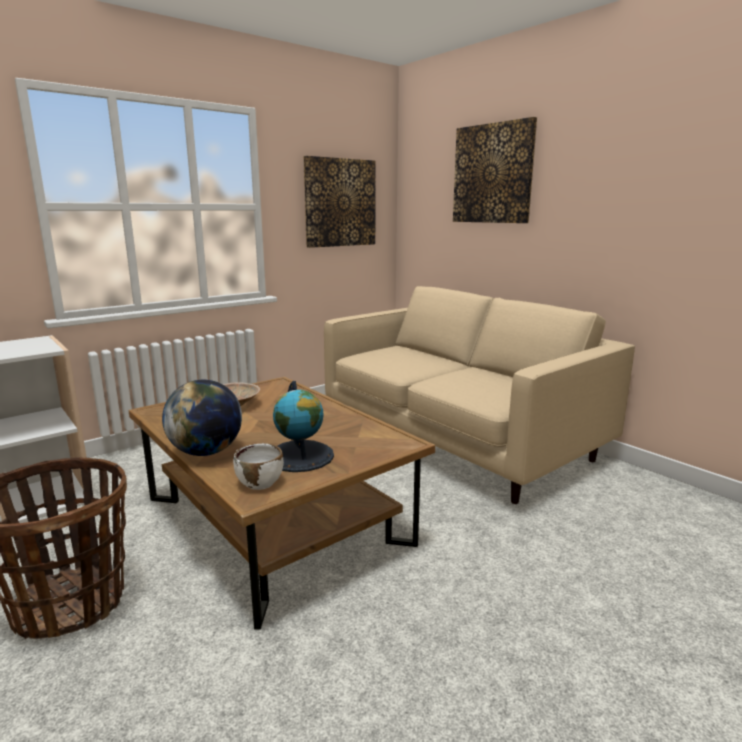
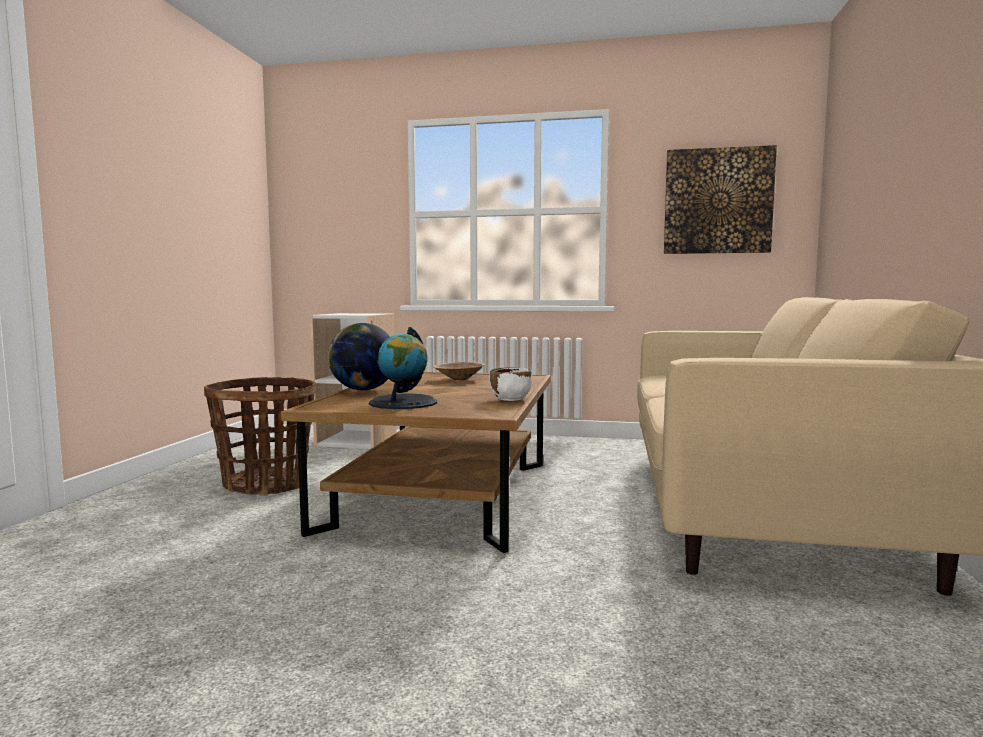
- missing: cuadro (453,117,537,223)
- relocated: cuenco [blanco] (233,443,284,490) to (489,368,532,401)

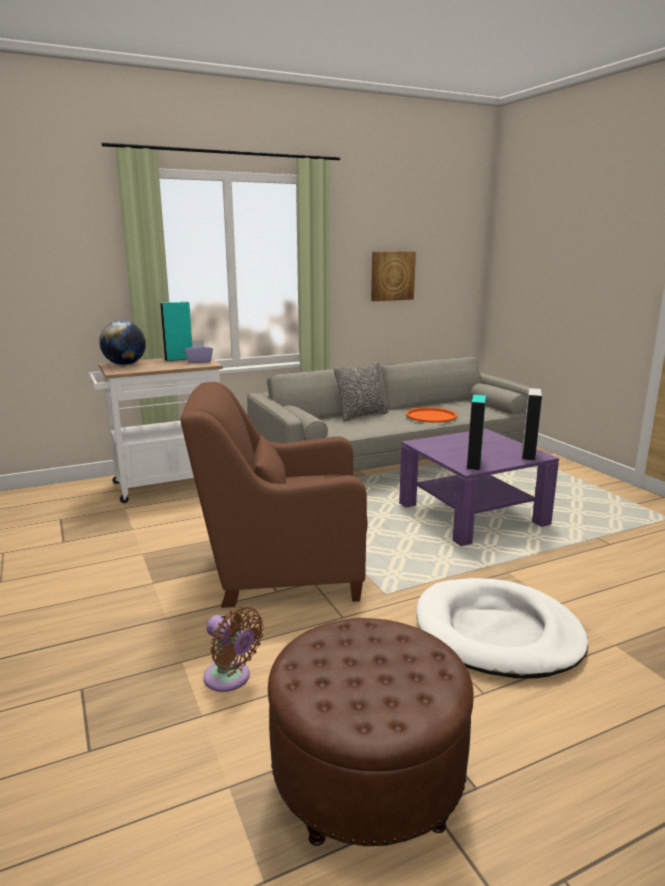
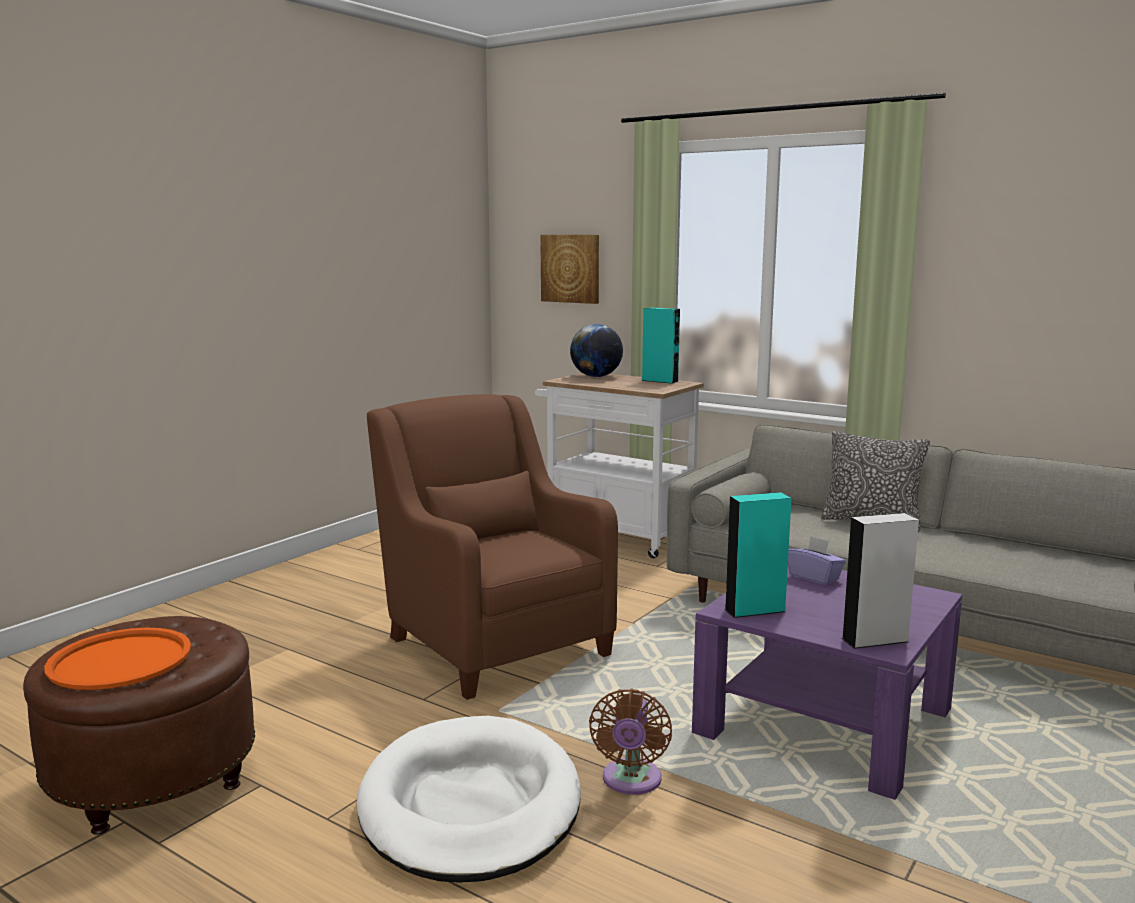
- relocated: caja de pañuelos [morado] (185,340,213,363) to (788,536,846,585)
- relocated: ventilador [marrón] (203,607,264,692) to (589,689,672,795)
- relocated: cuadro (371,251,416,301) to (540,235,599,304)
- relocated: bandeja [naranja] (406,407,458,423) to (44,628,191,690)

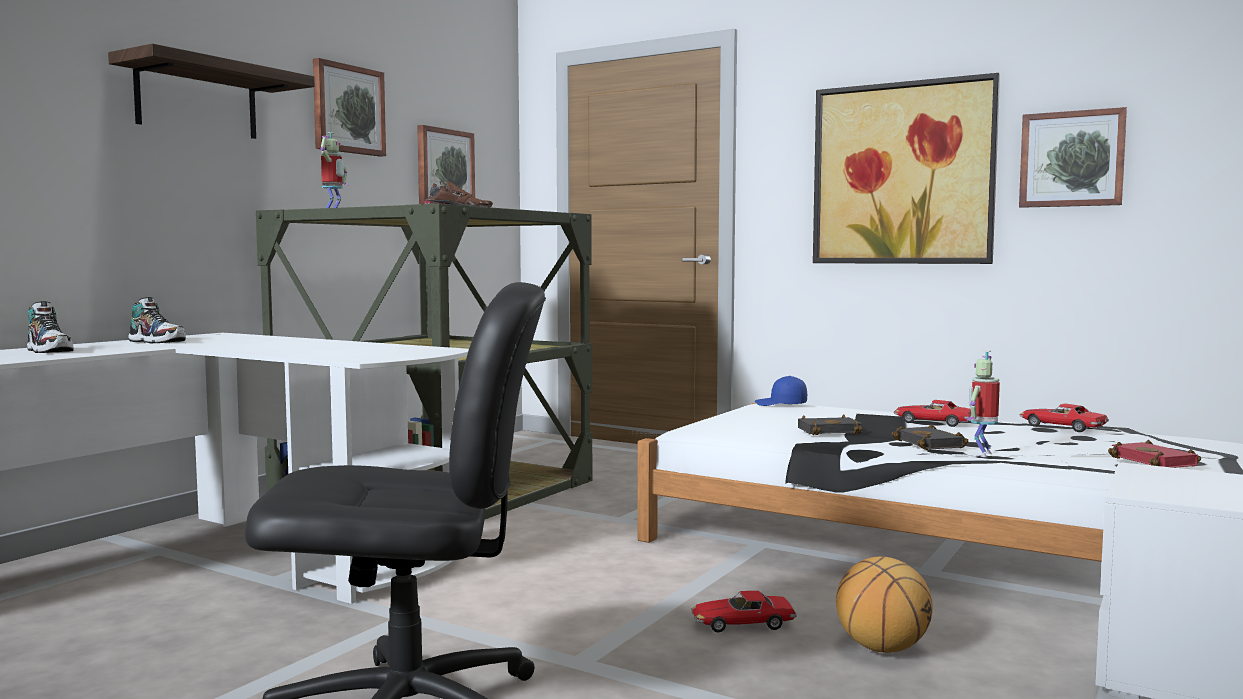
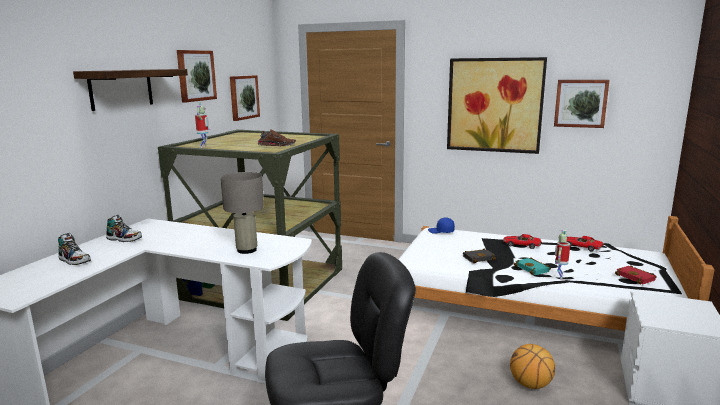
- missing: coche de juguete (691,591,797,633)
- appeared: lámpara de mesa [gris] (221,172,264,254)
- colour: libro [negro] (892,424,968,450) to libro [turquesa] (514,257,551,275)

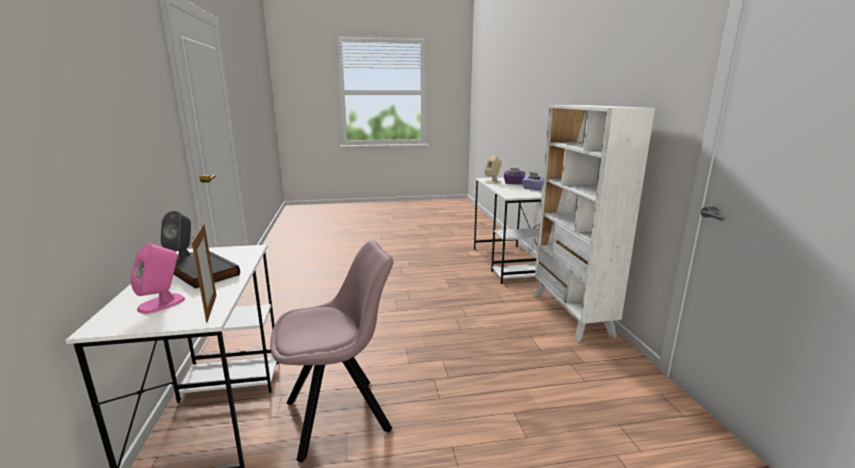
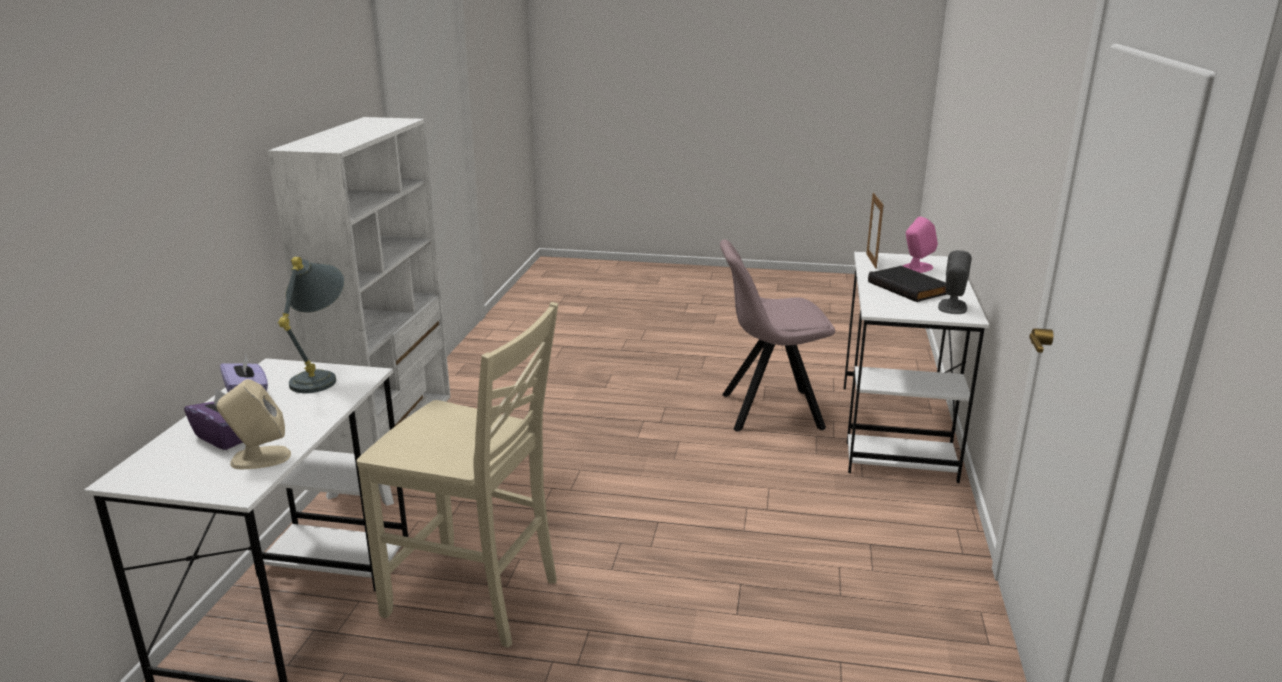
- appeared: lámpara de mesa [gris] (277,257,344,393)
- appeared: silla [beis] (357,302,558,648)

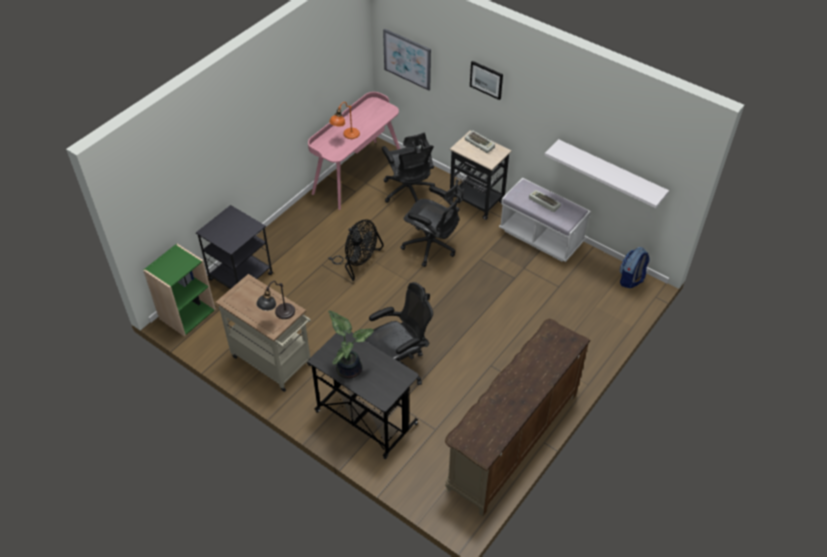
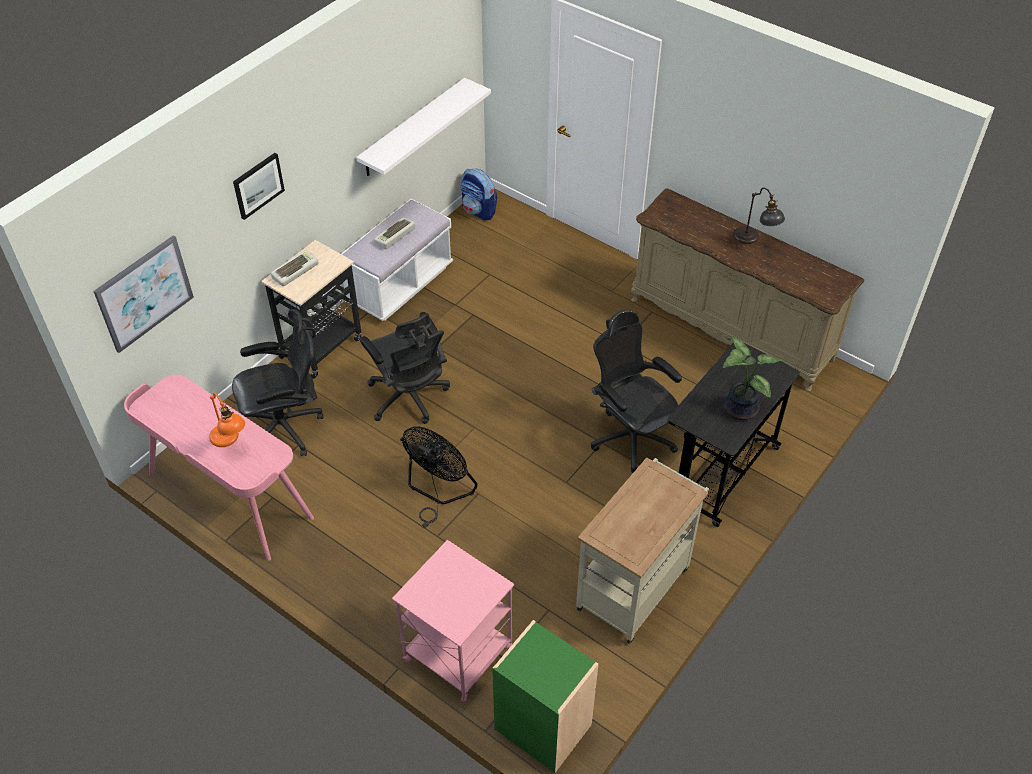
- relocated: lámpara de mesa [gris] (256,281,295,319) to (733,188,785,244)
- colour: carrito [negro] (196,205,273,289) to carrito [rosa] (392,540,514,702)
- spun: silla de oficina (400,179,465,267) = (360,312,450,424) 120 degrees clockwise

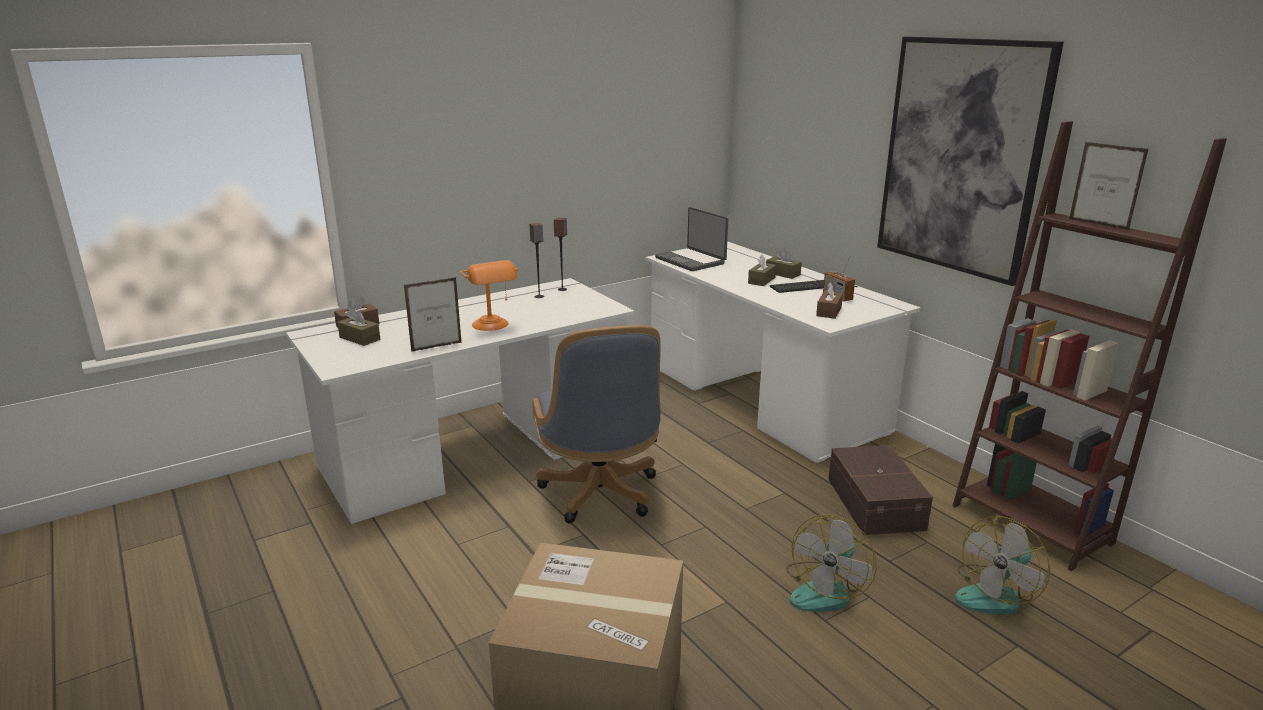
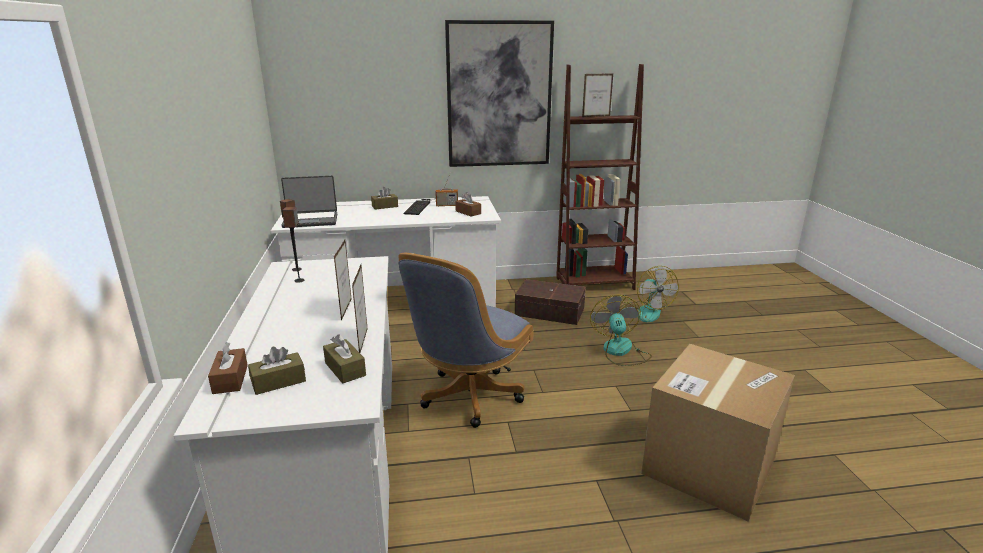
- relocated: caja de pañuelos [marrón] (748,254,776,286) to (323,334,366,383)
- exchanged: lámpara de mesa [naranja] (460,260,519,331) to portarretratos (334,240,352,321)
- spun: silla de oficina [azul] (532,325,661,524) = (398,253,533,428) 105 degrees clockwise
- spun: ventilador (786,514,877,612) = (590,295,652,366) 150 degrees counterclockwise

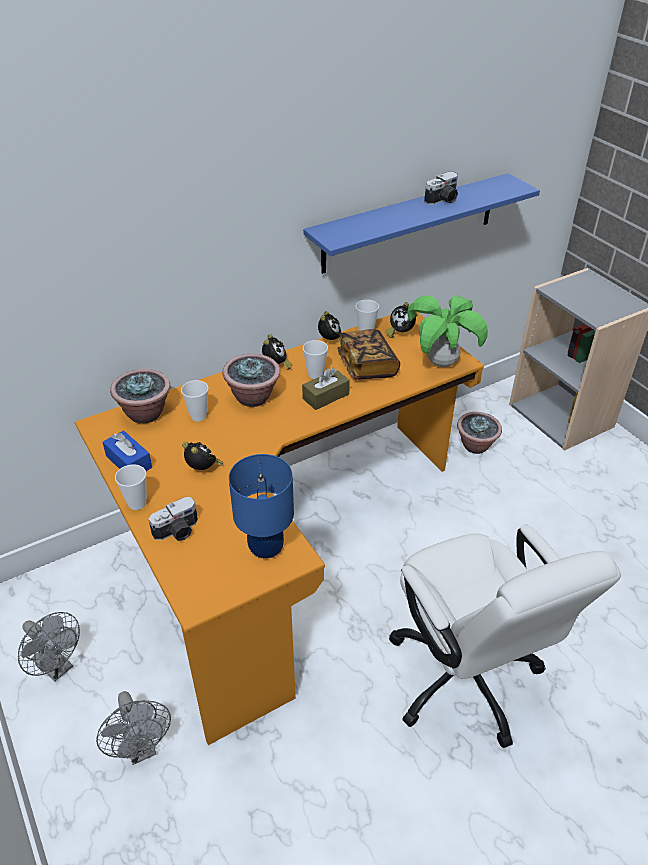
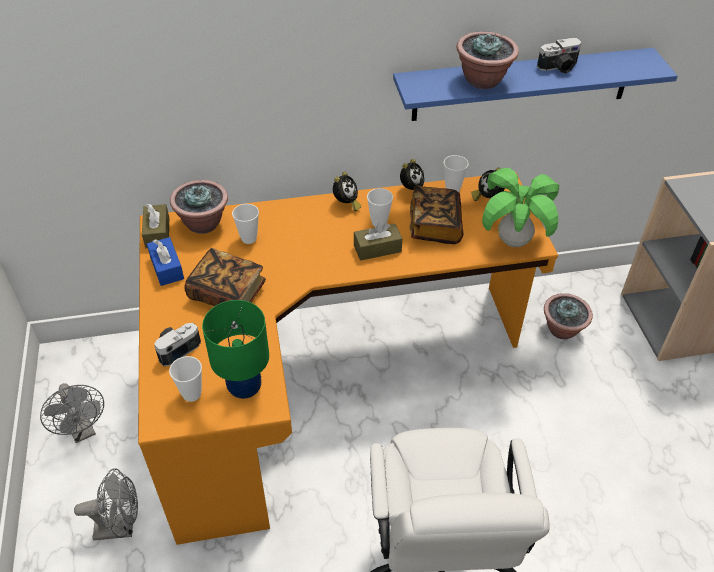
- appeared: caja de pañuelos [marrón] (142,204,169,248)
- relocated: taza (115,464,147,510) to (169,356,202,402)
- relocated: planta en maceta (222,354,280,407) to (457,31,519,89)
- exchanged: despertador (182,442,223,470) to libro (184,248,266,306)
- colour: lámpara de mesa [azul] (229,454,294,559) to lámpara de mesa [verde] (202,300,269,399)
- spun: ventilador [gris] (96,691,171,765) = (74,468,138,541) 90 degrees counterclockwise
- spun: cámara (148,497,198,541) = (154,323,201,366) 150 degrees clockwise

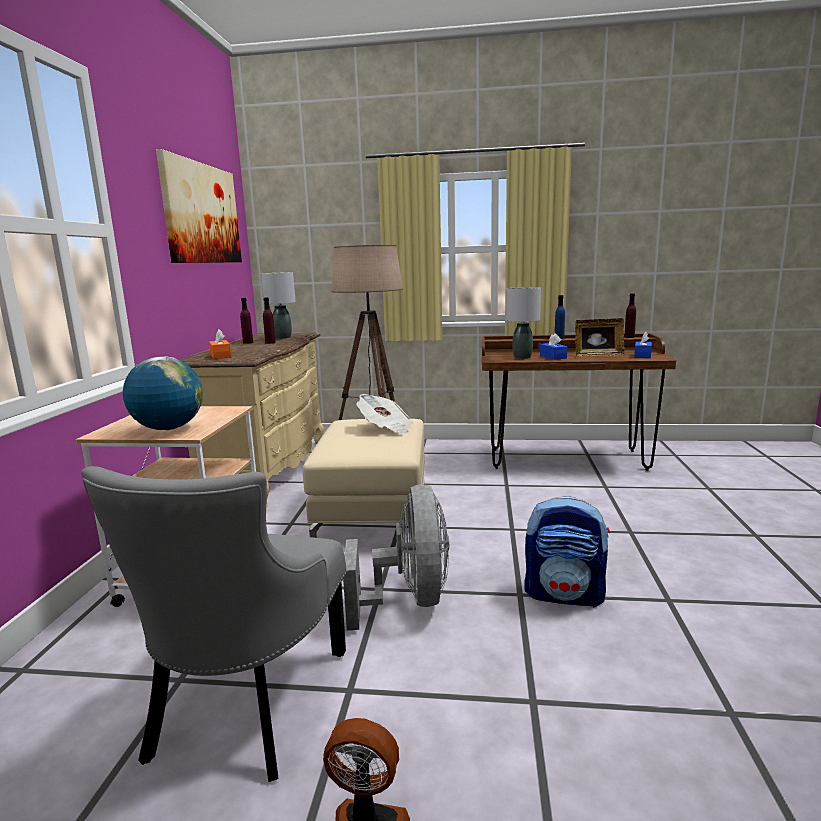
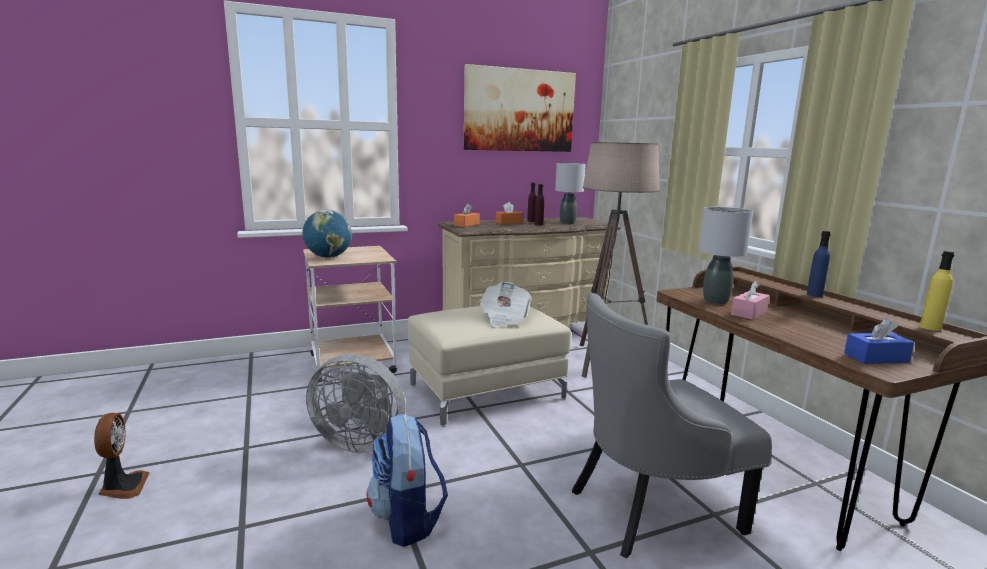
- missing: portarretratos (575,318,625,356)
- appeared: caja de pañuelos [naranja] (496,202,523,224)
- relocated: silla [gris] (81,466,347,782) to (572,293,772,559)
- colour: caja de pañuelos [azul] (540,333,567,360) to caja de pañuelos [rosa] (731,280,770,320)
- colour: botella [morado] (624,294,636,338) to botella [amarillo] (920,251,955,331)
- spun: ventilador [gris] (343,484,449,630) = (306,354,406,453) 45 degrees clockwise

